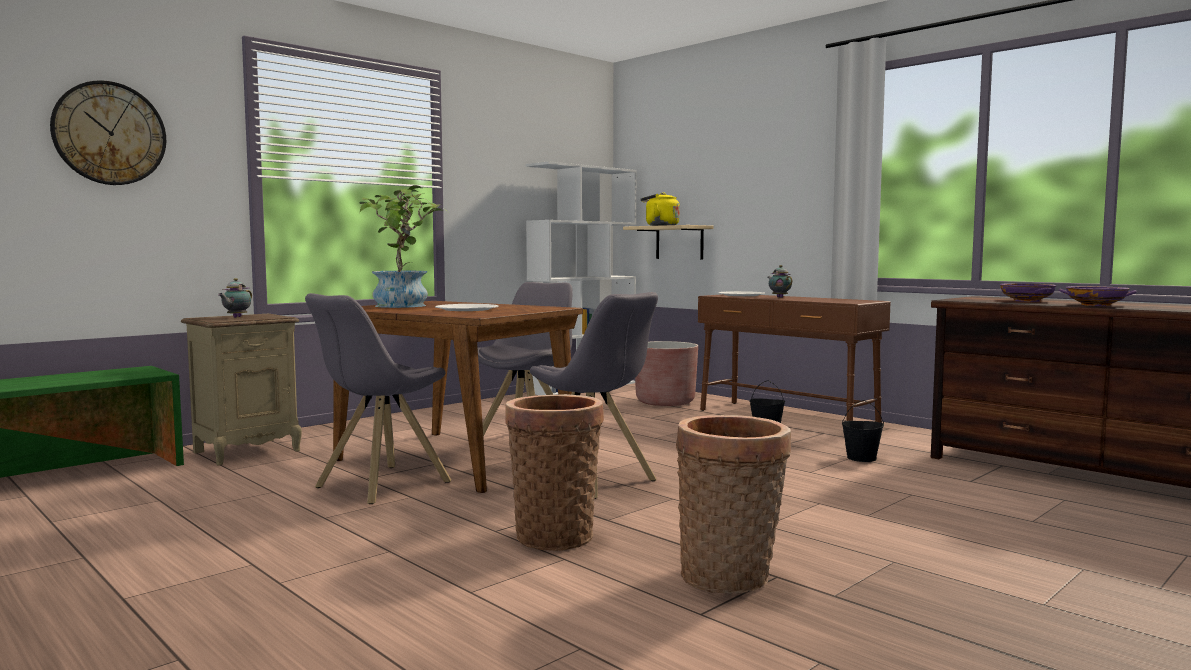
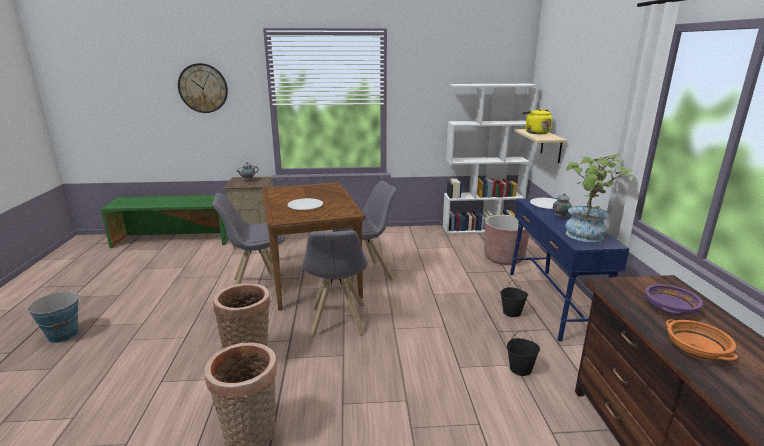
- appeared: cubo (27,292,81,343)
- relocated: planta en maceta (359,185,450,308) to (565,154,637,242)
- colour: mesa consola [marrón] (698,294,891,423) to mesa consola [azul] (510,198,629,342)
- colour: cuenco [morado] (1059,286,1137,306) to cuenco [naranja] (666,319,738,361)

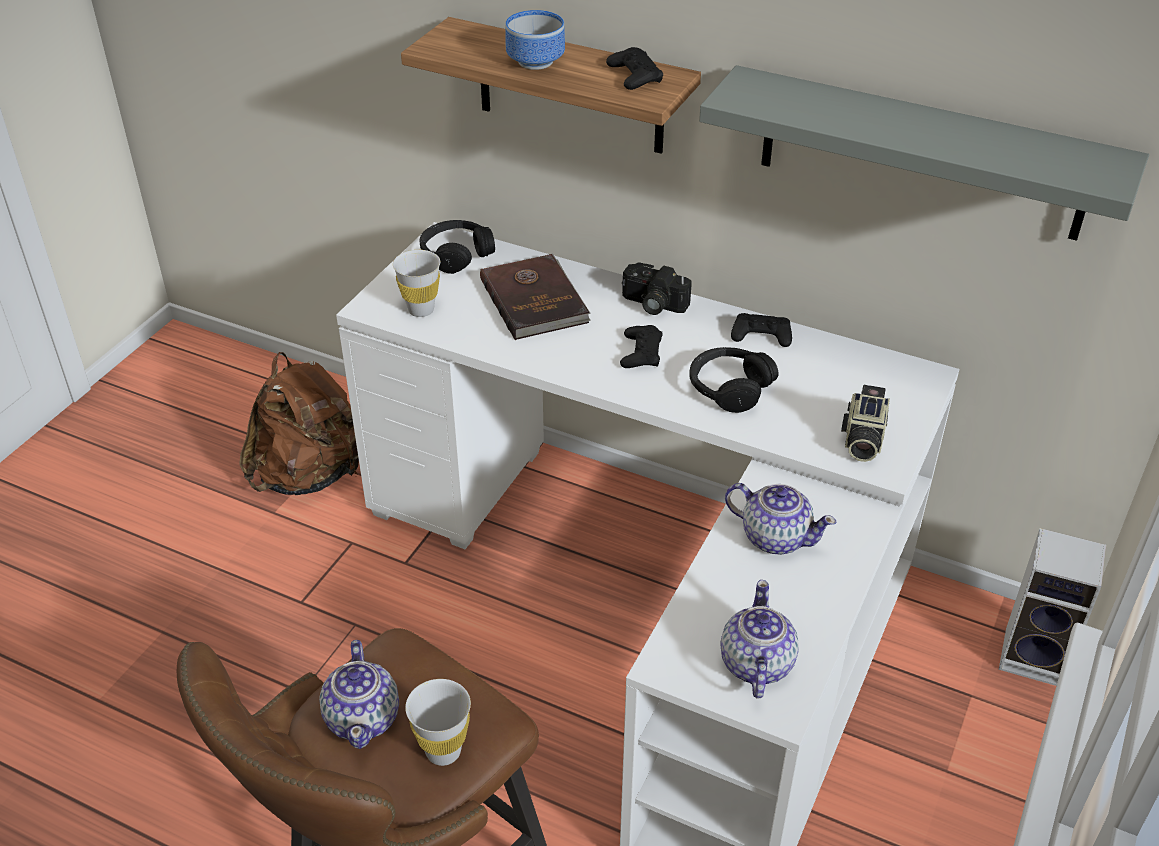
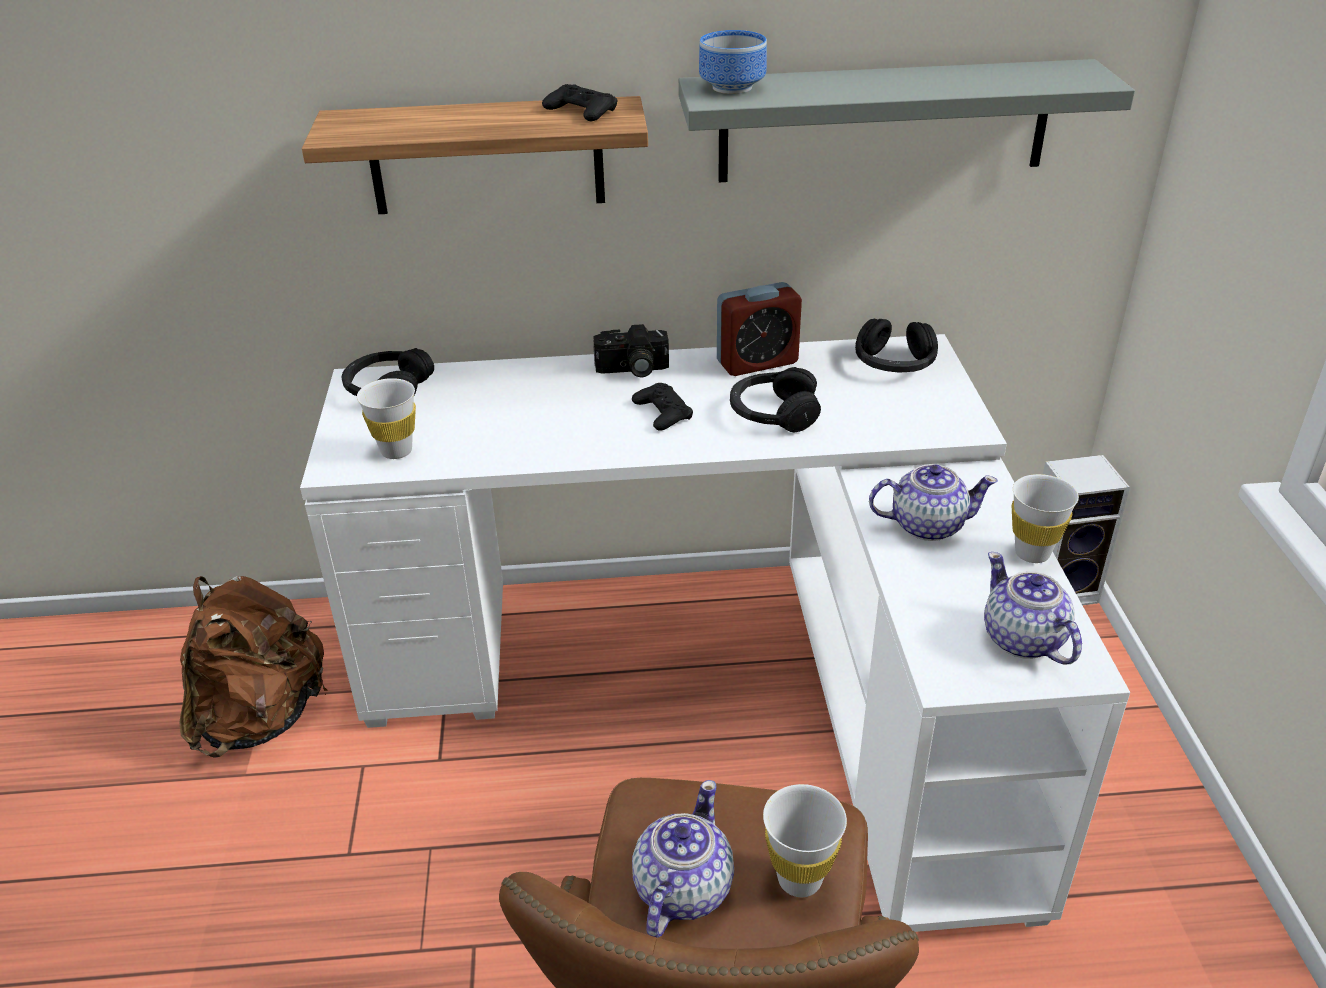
- missing: libro [marrón] (480,253,591,340)
- missing: cámara (841,385,890,462)
- appeared: auriculares [negro] (855,319,938,372)
- appeared: taza [blanco] (1012,474,1079,563)
- relocated: cuenco (505,10,565,70) to (699,30,767,94)
- exchanged: mando de consola [negro] (731,313,792,347) to despertador (717,282,802,376)
- spun: tetera (319,640,399,749) = (632,780,734,938) 120 degrees counterclockwise

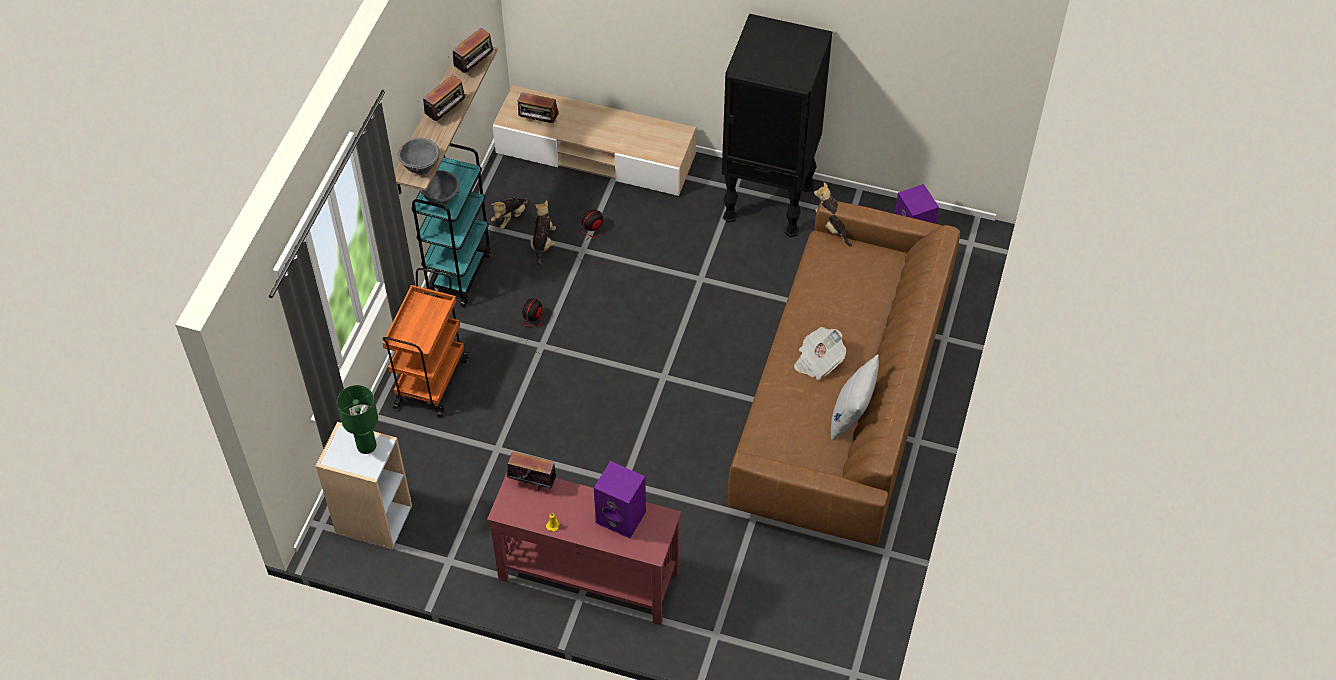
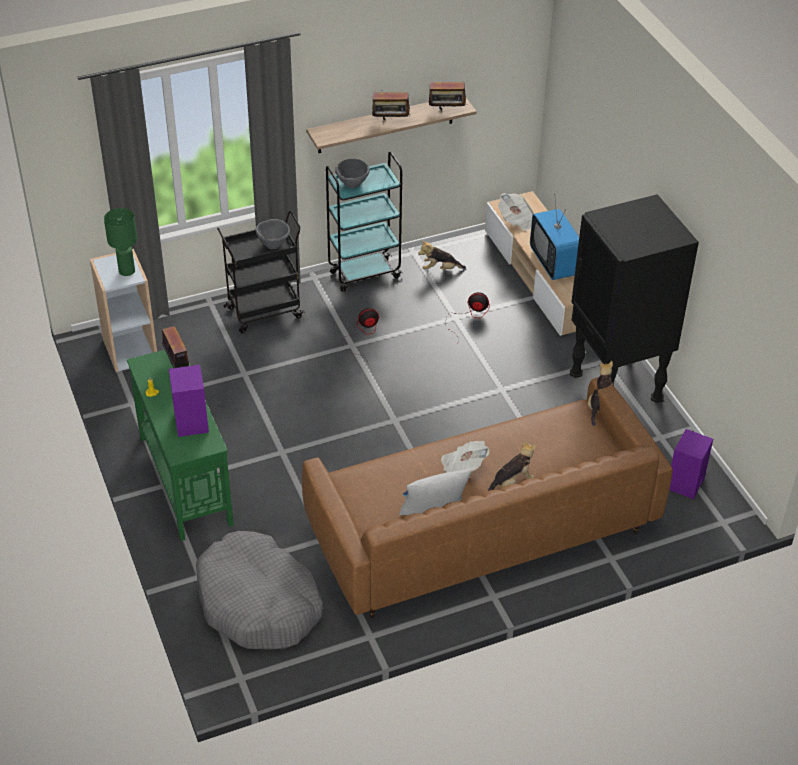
- appeared: cama para perro [gris] (196,531,324,650)
- appeared: televisor (530,200,579,280)
- relocated: cuenco [gris] (397,138,440,175) to (255,219,290,249)
- relocated: peluche (531,200,556,267) to (488,440,536,491)
- exchanged: radio (518,92,559,125) to periódico (498,193,533,231)
- colour: carrito [naranja] (382,268,469,418) to carrito [negro] (217,211,305,334)
- colour: mesa consola [rojo] (487,473,681,625) to mesa consola [verde] (127,350,234,541)

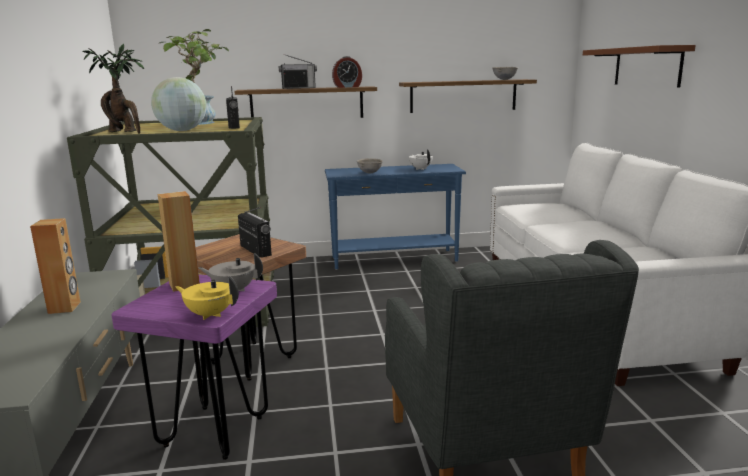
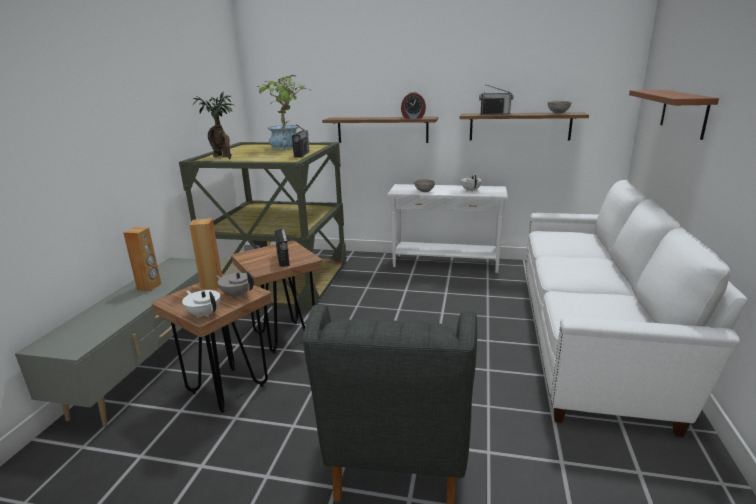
- missing: globo terráqueo (151,77,207,131)
- relocated: radio (279,54,317,89) to (479,85,513,115)
- colour: taburete [morado] (111,274,277,460) to taburete [marrón] (152,274,272,413)
- colour: tetera [amarillo] (175,276,239,320) to tetera [blanco] (182,290,221,318)
- colour: mesa consola [azul] (325,164,466,270) to mesa consola [blanco] (387,184,508,273)

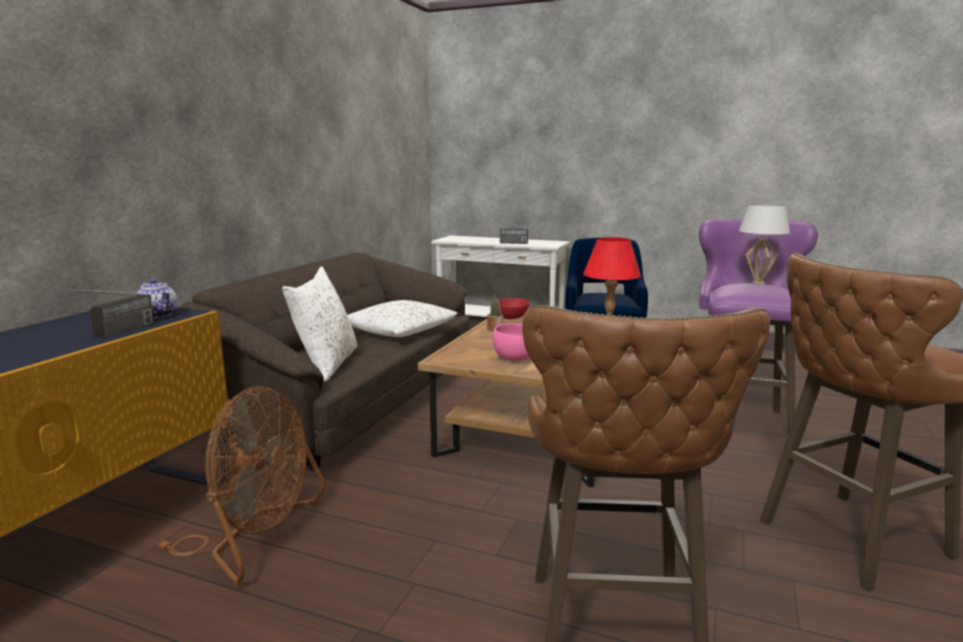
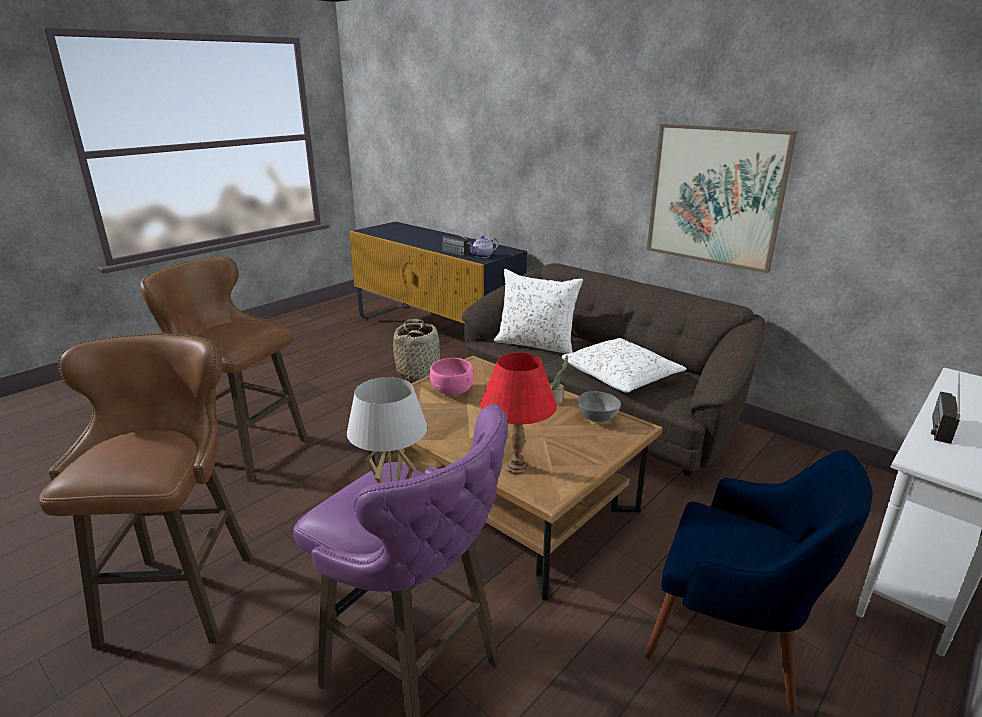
- appeared: cuadro (647,124,797,273)
- exchanged: ventilador [marrón] (158,386,325,589) to cesta (393,319,440,381)
- colour: cuenco [rojo] (498,298,530,319) to cuenco [gris] (577,391,621,423)

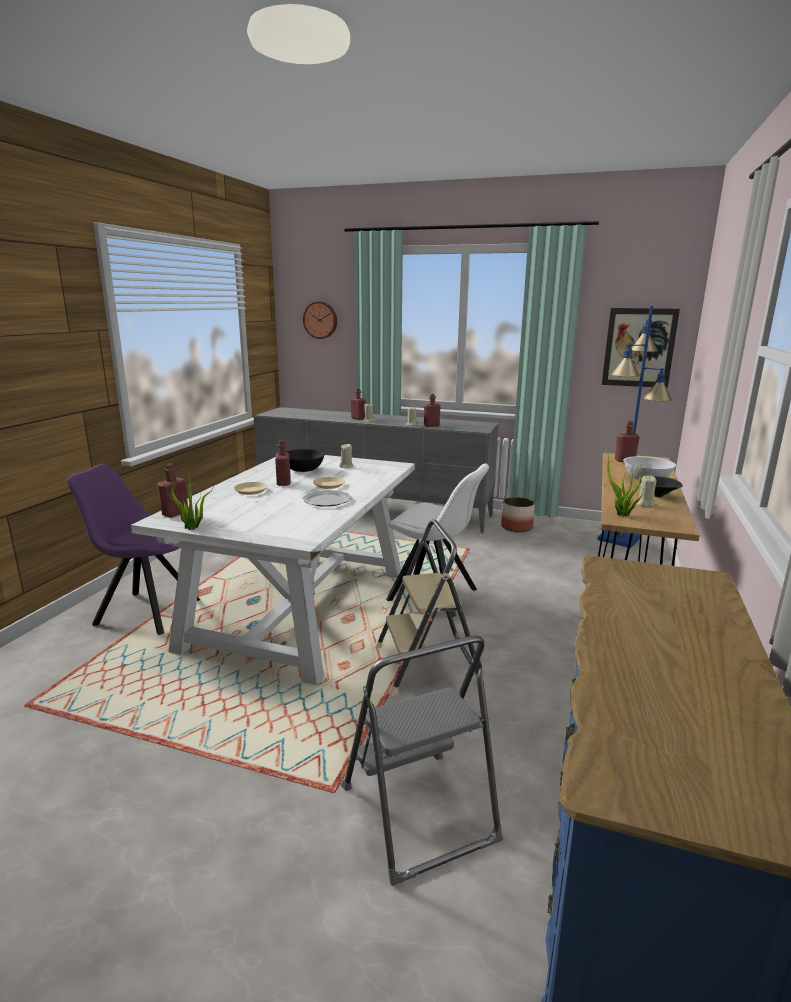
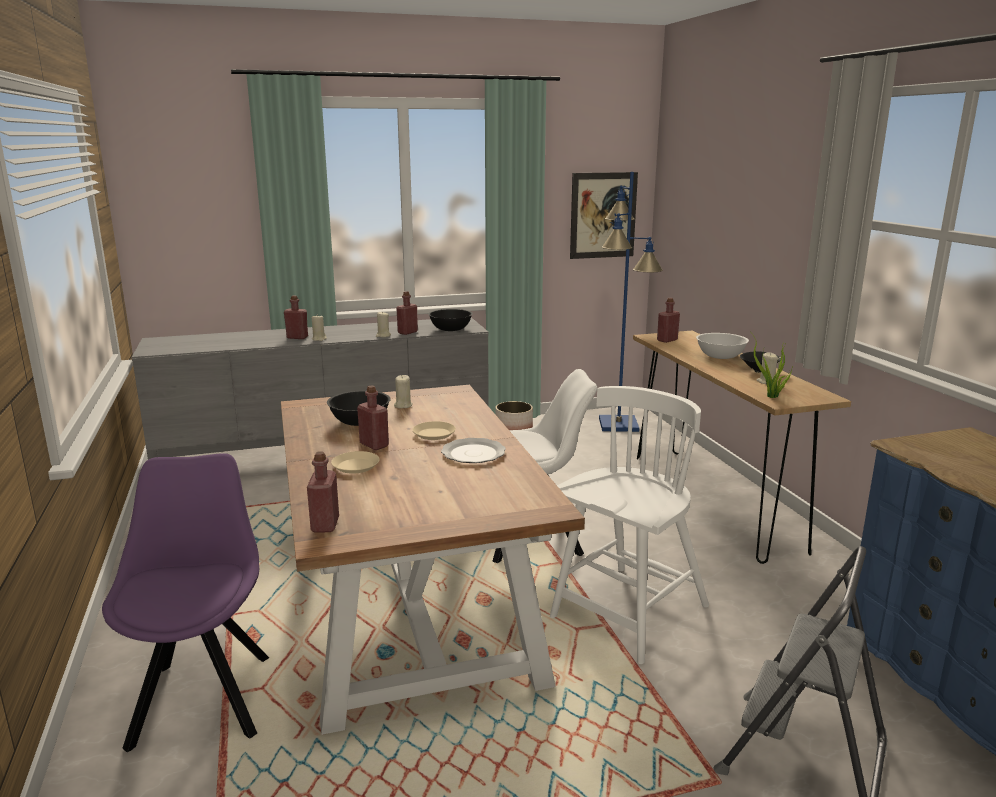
- missing: planta en maceta (167,472,213,530)
- missing: reloj de pared (303,301,337,339)
- appeared: cuenco [negro] (428,309,473,331)
- exchanged: escalera de tijera [beis] (374,519,484,696) to silla [blanco] (550,386,709,664)
- colour: mesa de comedor [blanco] (131,455,415,685) to mesa de comedor [marrón] (281,385,585,735)
- spun: silla [morado] (67,464,200,635) = (102,453,269,752) 105 degrees clockwise

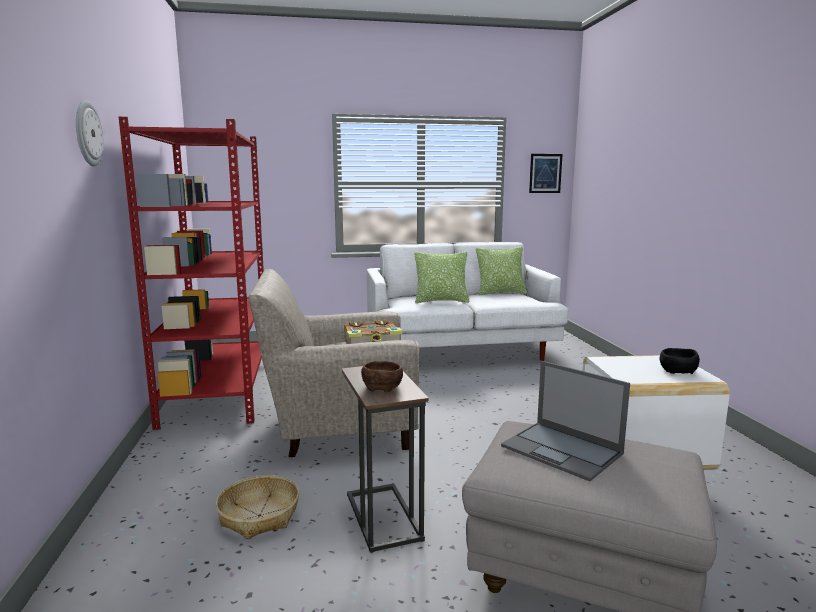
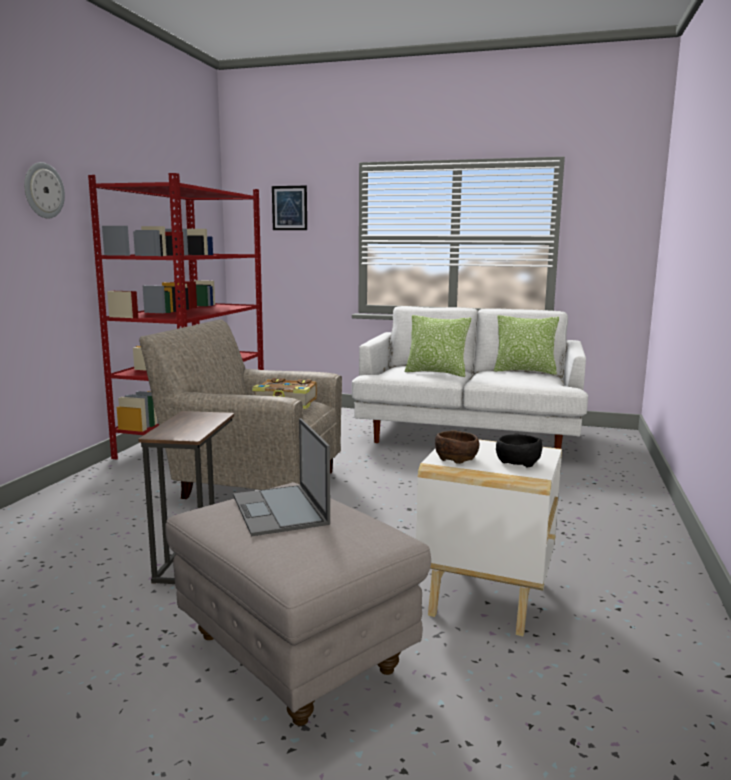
- missing: cesta (216,475,299,539)
- relocated: cuenco [marrón] (361,361,403,392) to (435,430,479,464)
- relocated: cuadro (529,154,562,193) to (272,186,307,230)

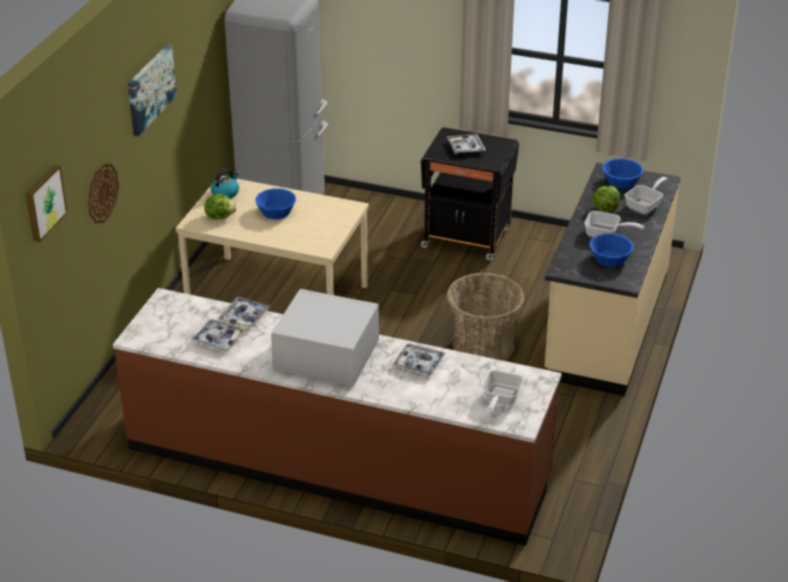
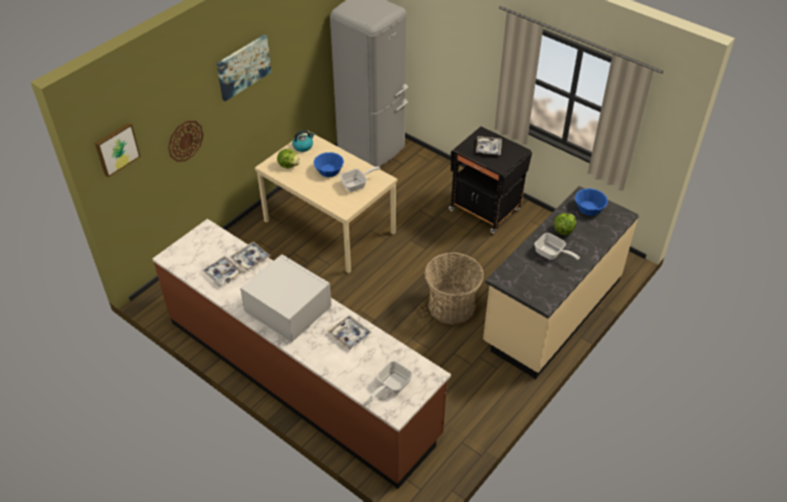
- missing: cuenco [azul] (589,233,634,267)
- relocated: sartén (625,177,668,214) to (340,166,380,192)

